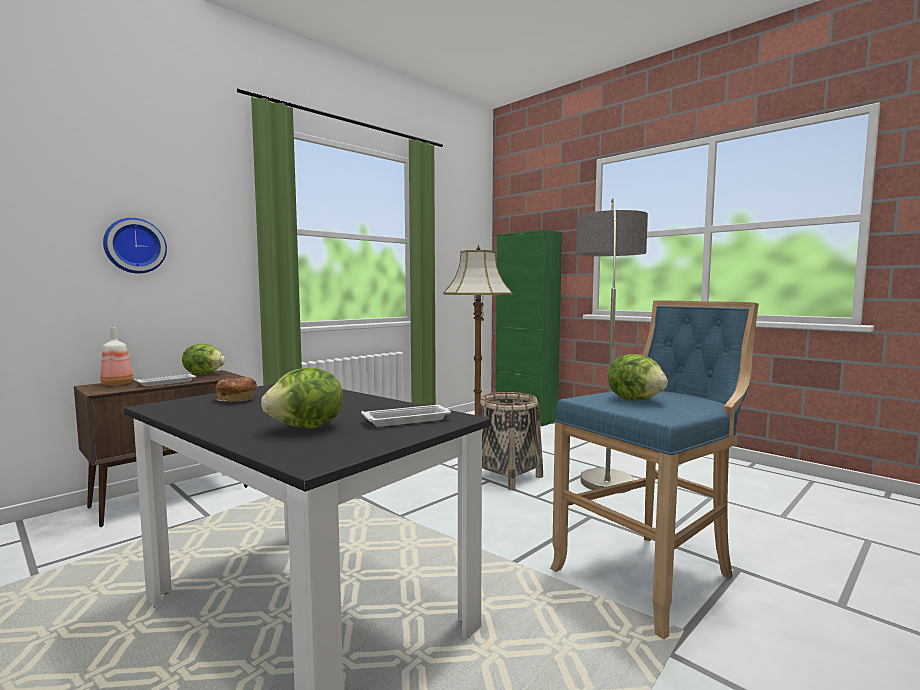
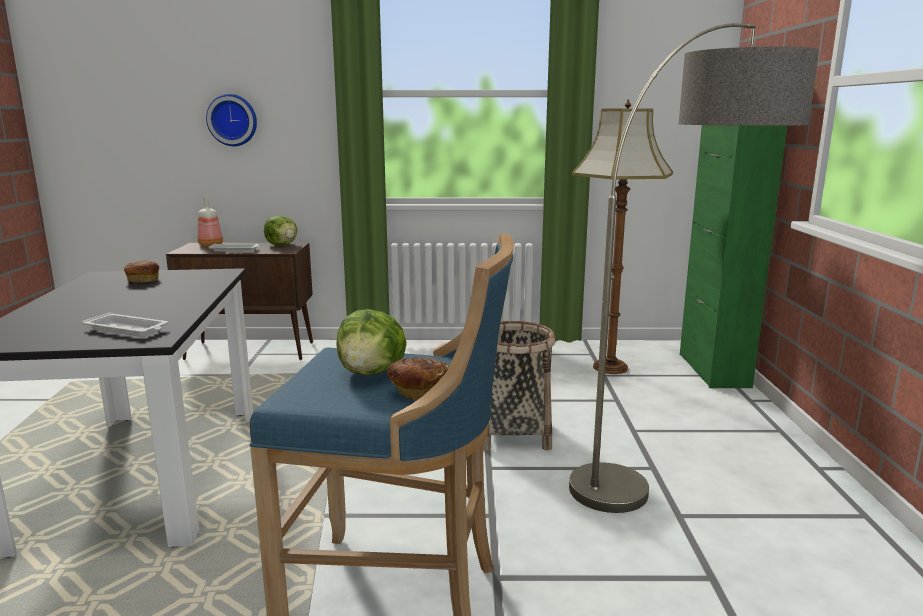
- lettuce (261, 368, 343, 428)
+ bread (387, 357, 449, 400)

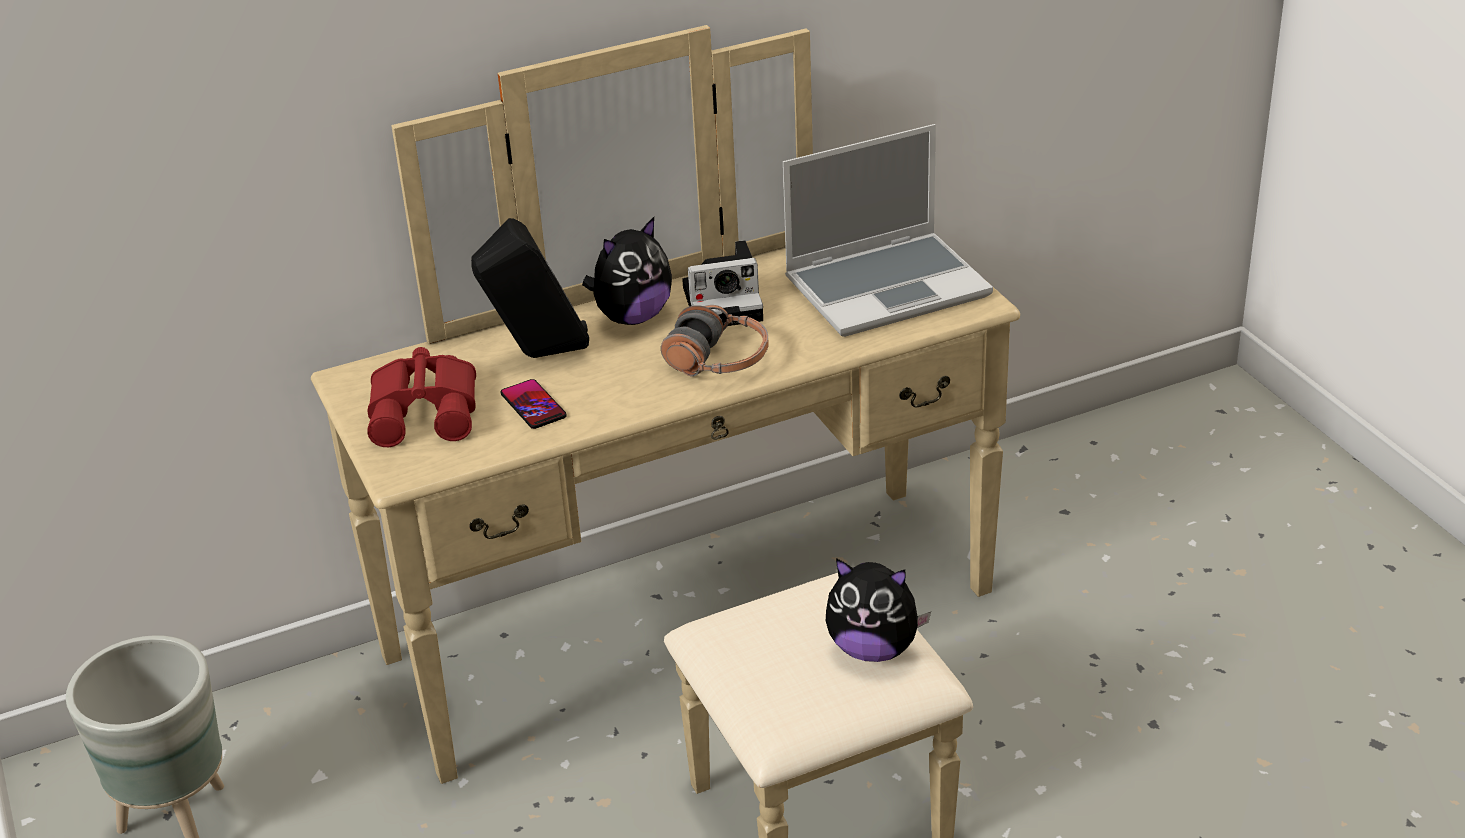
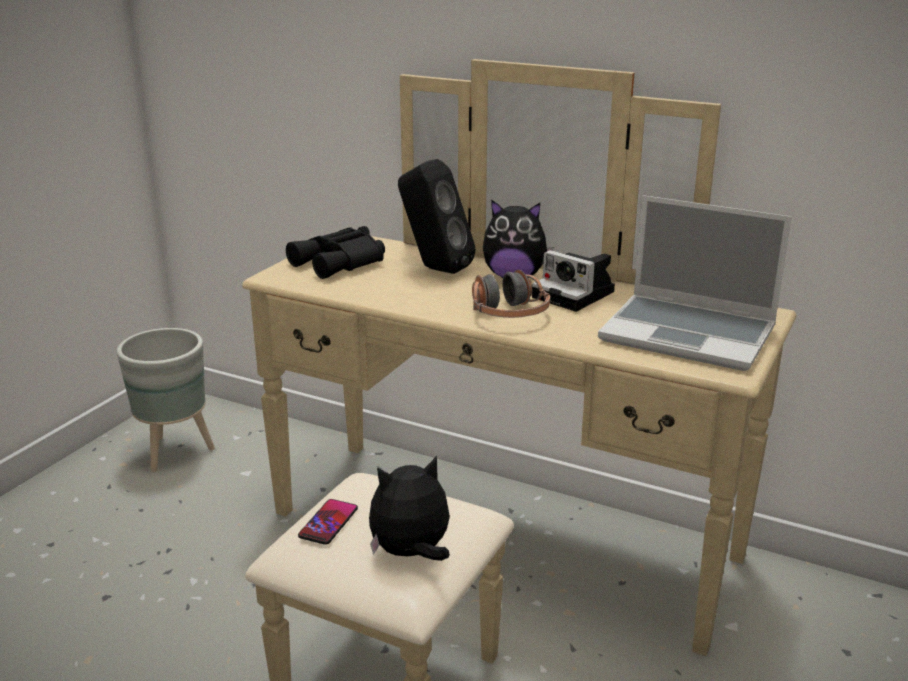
~ red binoculars (367, 347, 476, 447) to black binoculars (286, 226, 385, 279)
~ phone (501, 379, 567, 429) to (298, 499, 358, 545)
~ plush toy (826, 558, 931, 662) = (369, 456, 450, 561) 90 degrees clockwise

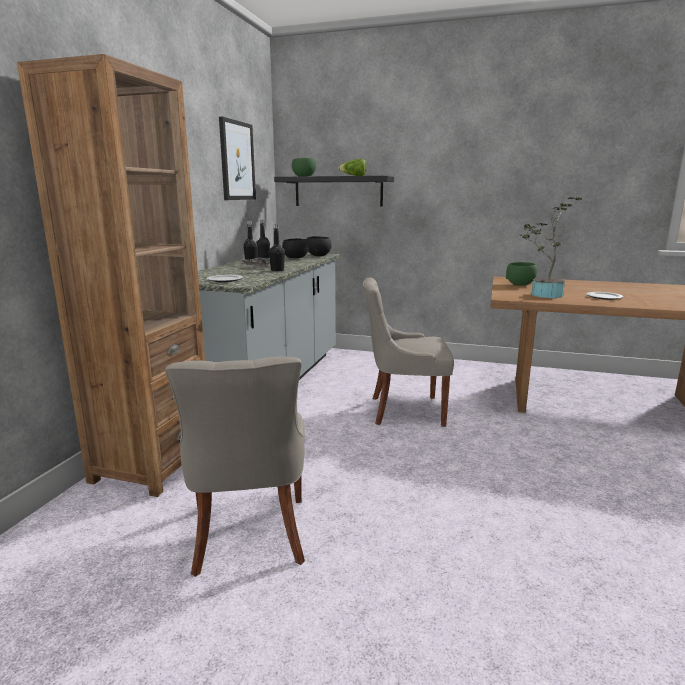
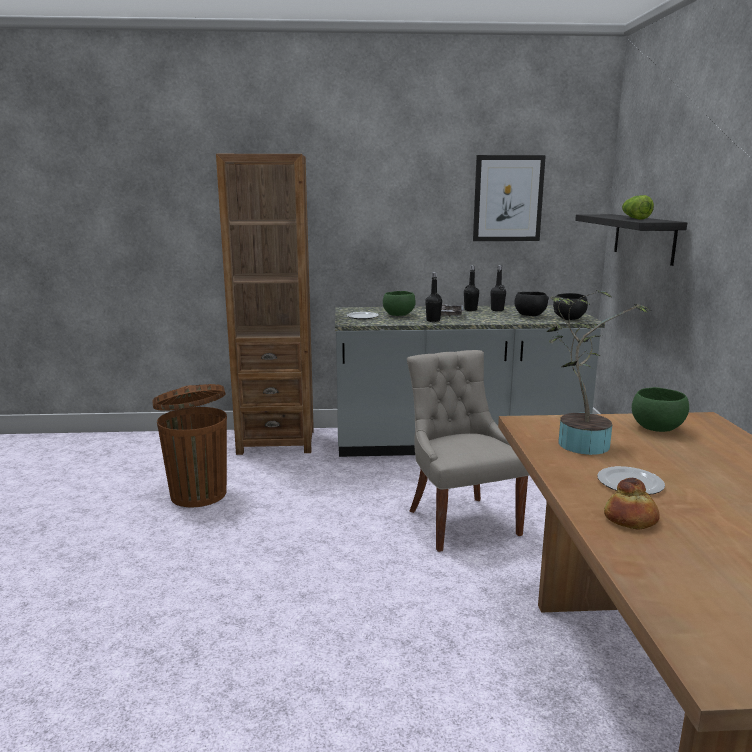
~ green bowl (292, 158, 316, 177) to (383, 291, 416, 316)
~ grey chair (165, 356, 305, 577) to brown trash can (152, 384, 227, 507)
+ bread (604, 478, 660, 530)

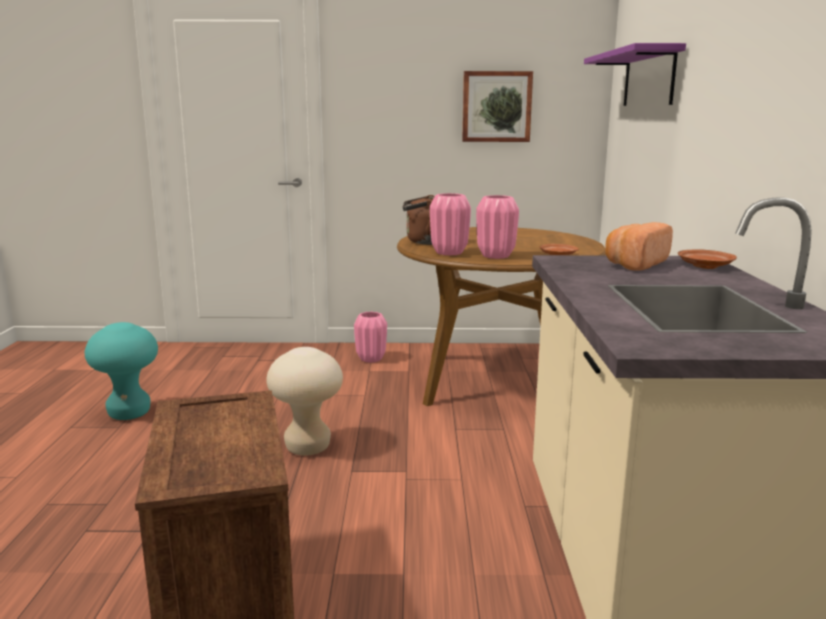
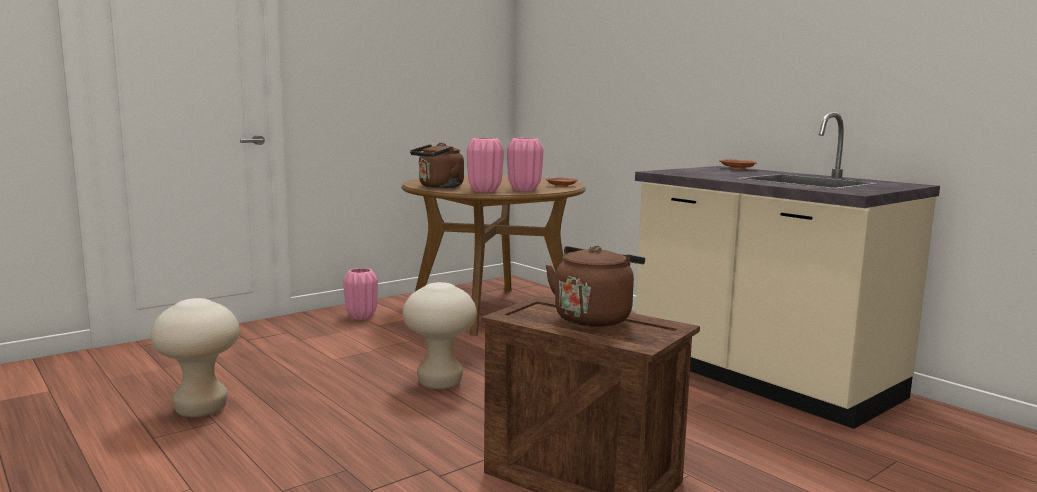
- purple shelf (584, 43, 686, 106)
- picture (462, 71, 533, 142)
- bread (605, 222, 673, 271)
~ turquoise stool (85, 322, 158, 420) to beige stool (150, 298, 240, 417)
+ brown kettle (546, 246, 645, 327)

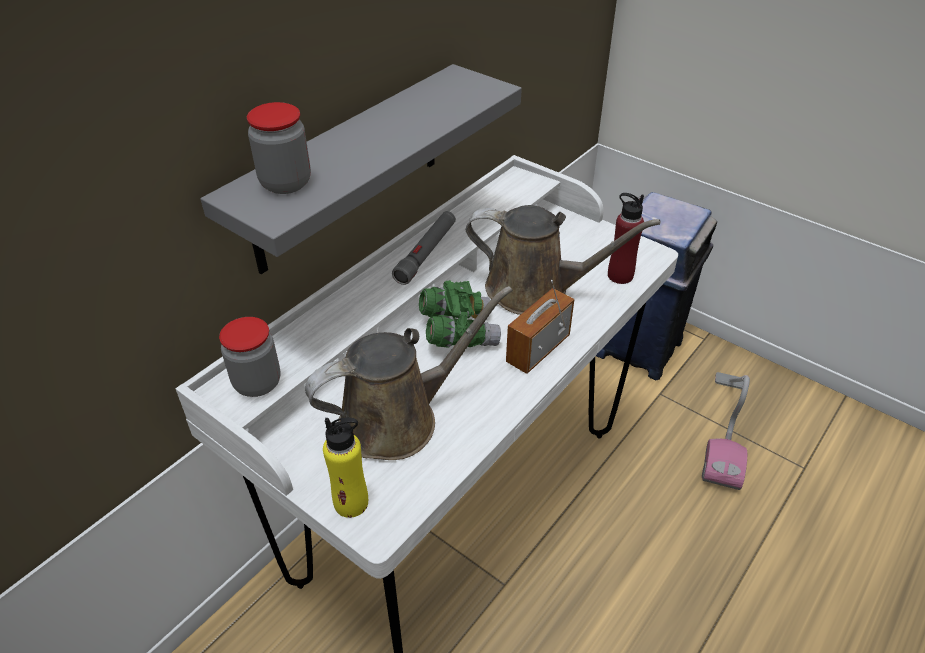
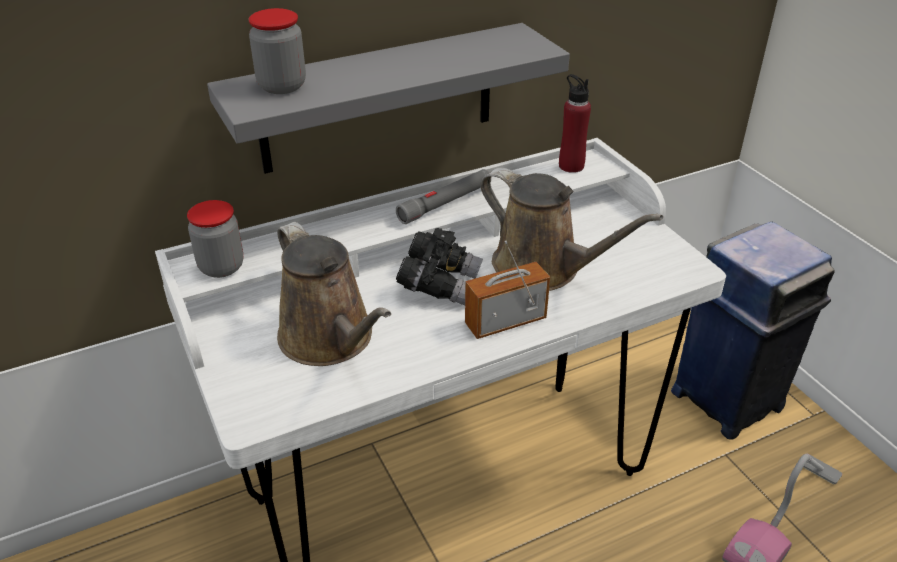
~ red bottle (608, 193, 644, 284) to (559, 74, 591, 173)
~ green binoculars (419, 281, 501, 348) to black binoculars (396, 228, 483, 306)
~ brown watering can (305, 286, 513, 460) = (277, 222, 391, 366) 60 degrees clockwise
- yellow bottle (323, 418, 368, 518)

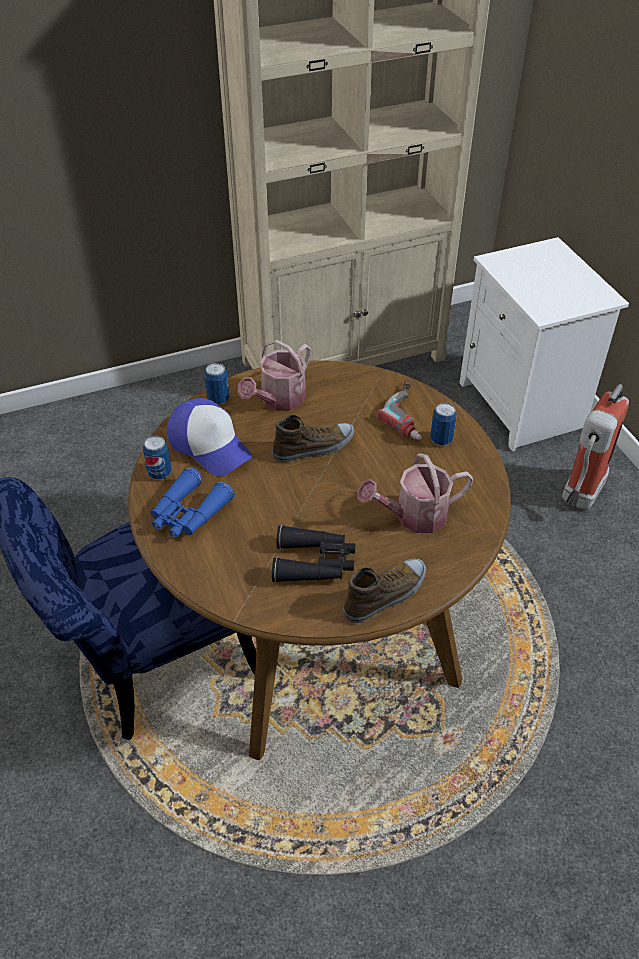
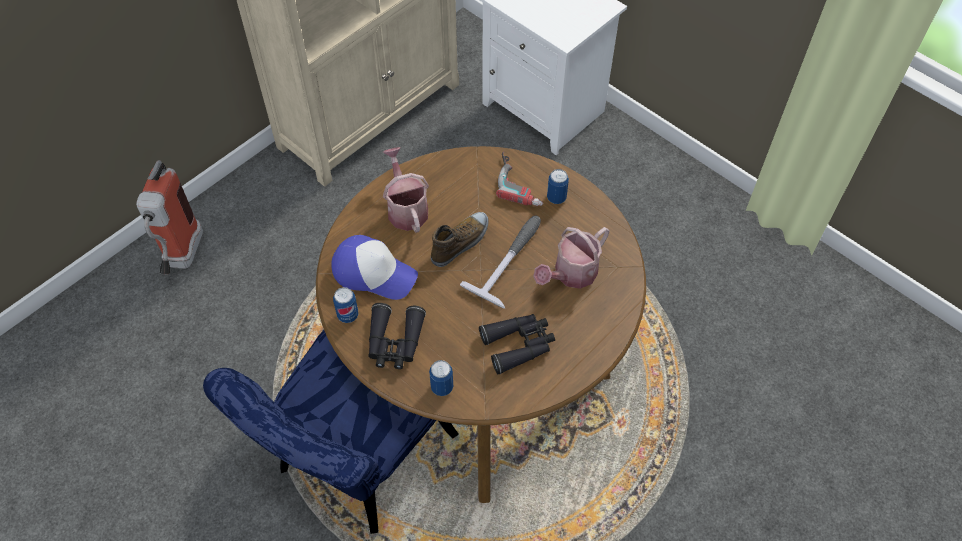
~ watering can (237, 340, 311, 411) = (383, 147, 429, 233) 150 degrees clockwise
~ can (205, 363, 229, 404) to (429, 360, 453, 396)
~ fire extinguisher (562, 384, 629, 510) to (136, 160, 203, 275)
~ blue binoculars (151, 467, 235, 538) to black binoculars (368, 303, 426, 369)
- shoe (343, 559, 426, 623)
+ hammer (460, 215, 541, 309)

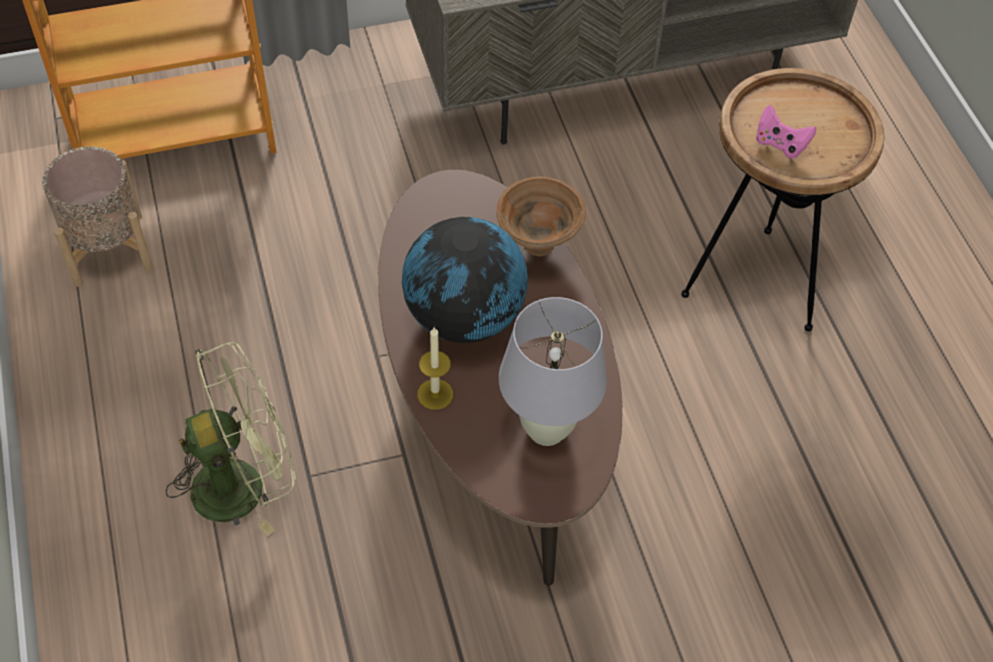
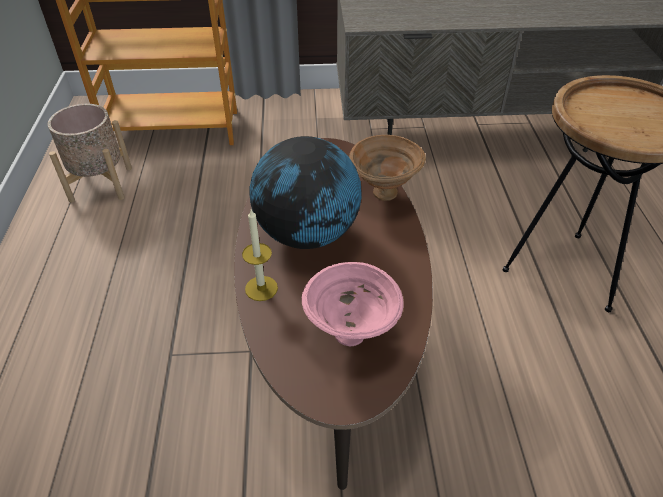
- pink game controller (756, 105, 816, 159)
~ white table lamp (499, 297, 607, 446) to pink bowl (302, 262, 404, 346)
- green fan (166, 342, 296, 536)

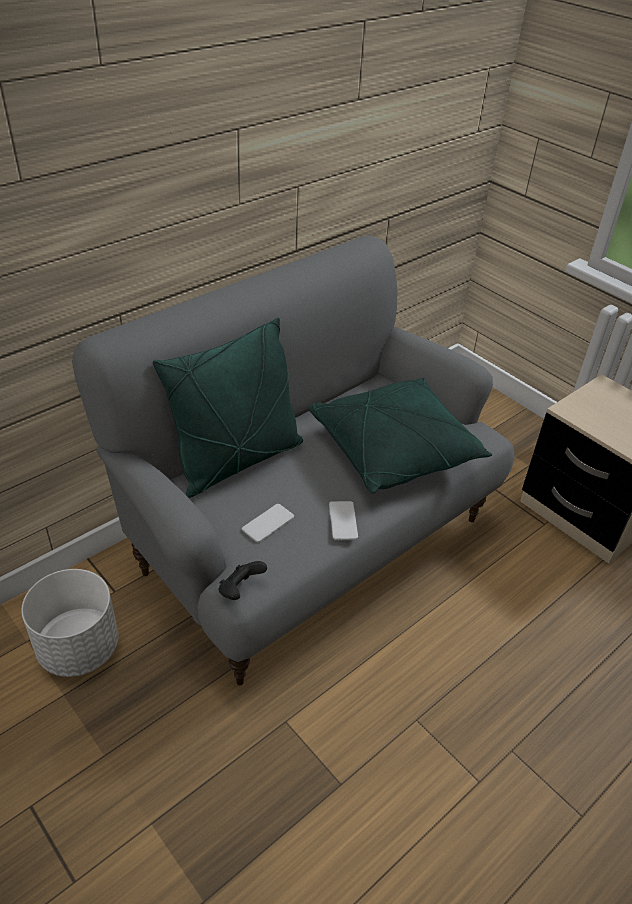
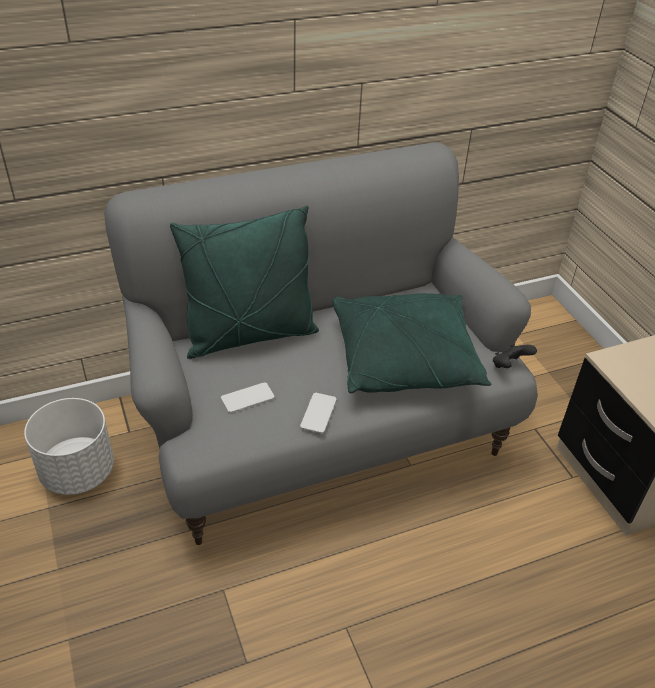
~ black game controller (219, 561, 267, 600) to (493, 344, 537, 368)

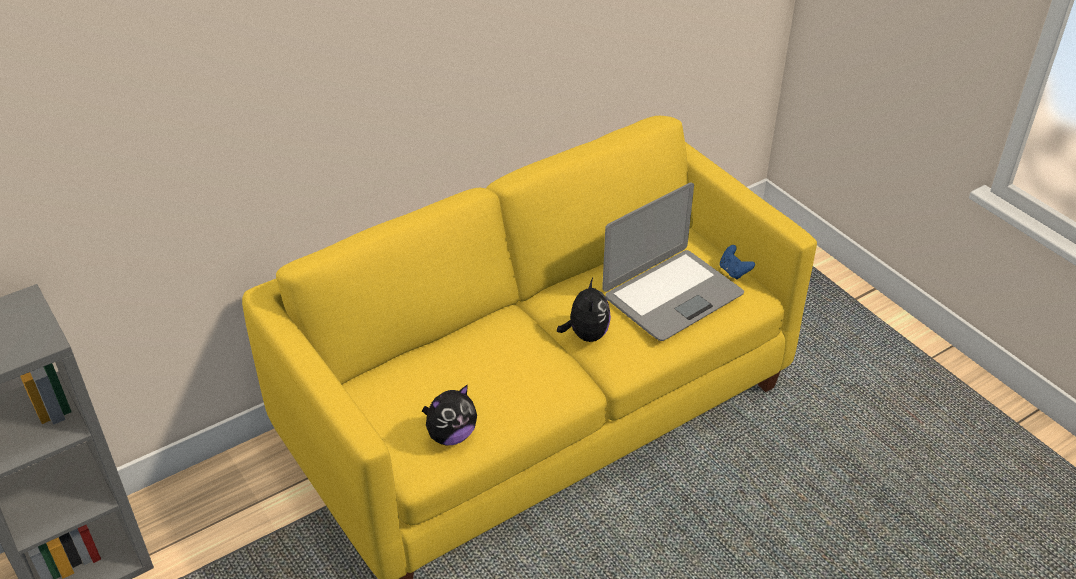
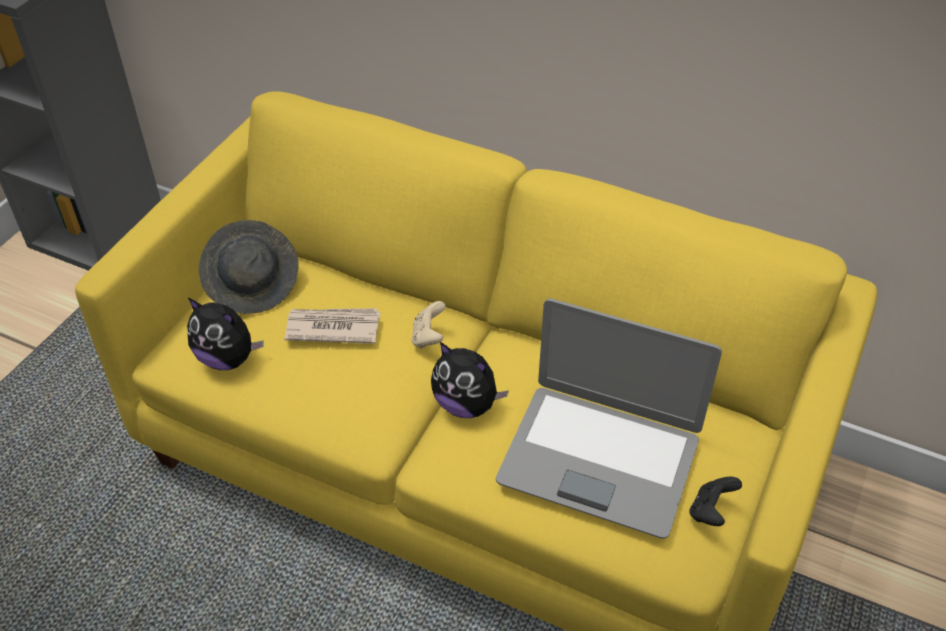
~ blue game controller (720, 245, 755, 280) to black game controller (689, 477, 742, 526)
~ plush toy (557, 278, 611, 342) = (431, 342, 509, 418) 60 degrees clockwise
+ grey hat (199, 220, 299, 314)
+ beige game controller (412, 301, 446, 349)
+ newspaper (284, 308, 380, 344)

